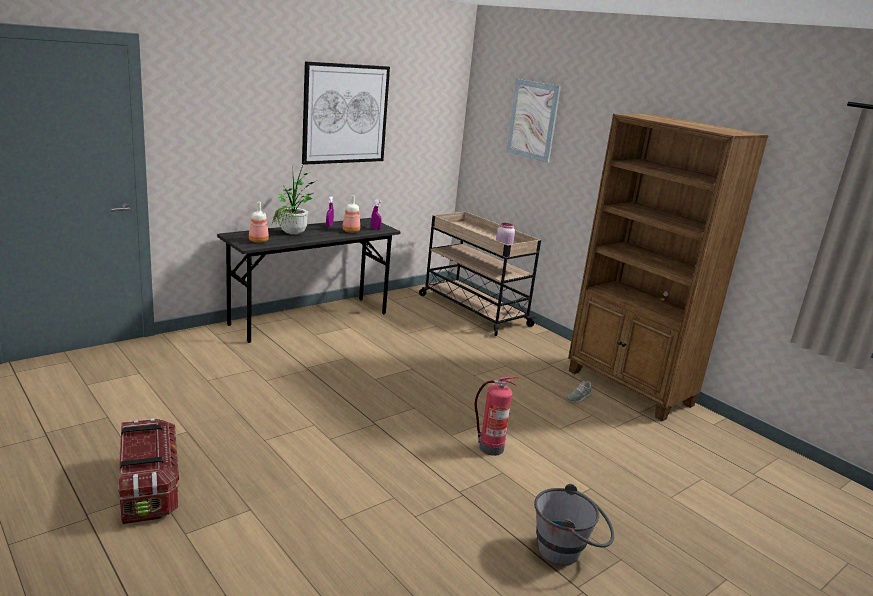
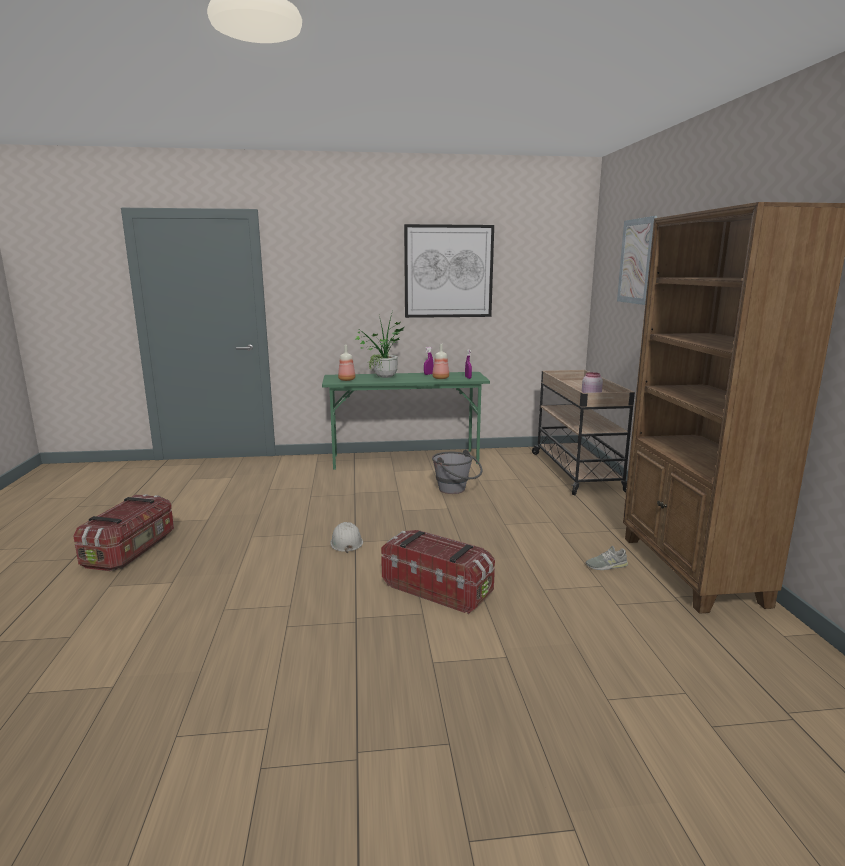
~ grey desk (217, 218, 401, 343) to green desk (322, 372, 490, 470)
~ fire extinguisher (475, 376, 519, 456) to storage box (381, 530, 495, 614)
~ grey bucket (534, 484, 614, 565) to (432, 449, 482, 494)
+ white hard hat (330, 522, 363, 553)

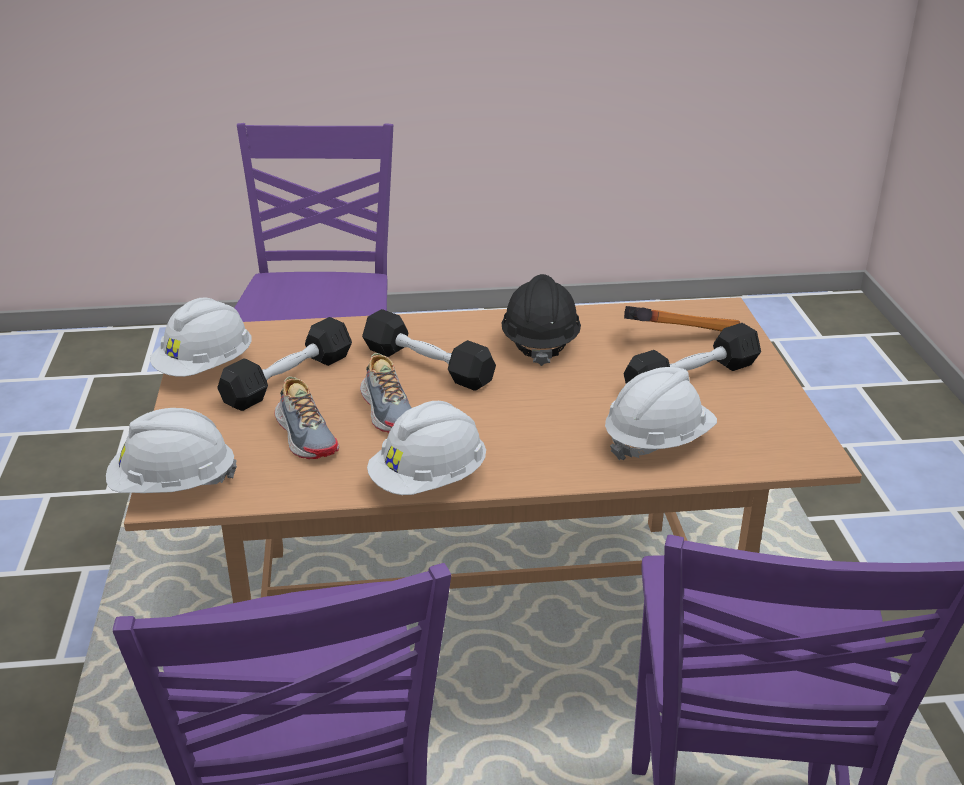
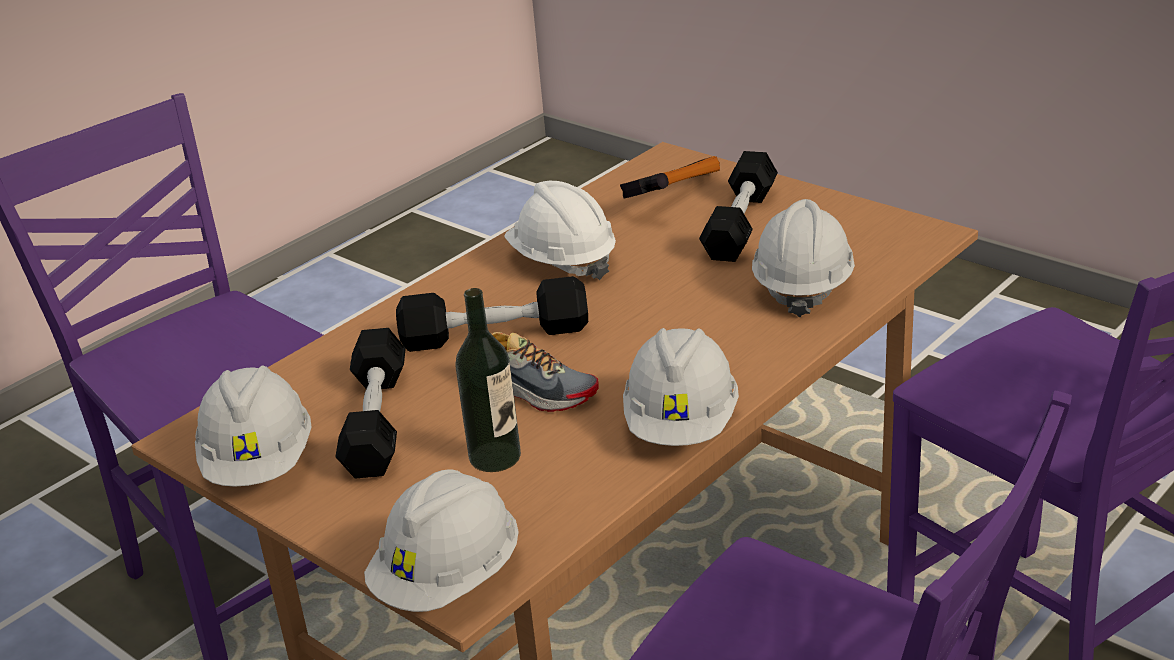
~ black hard hat (501, 274, 581, 366) to white hard hat (504, 181, 616, 280)
~ shoe (275, 377, 339, 459) to bottle (455, 288, 521, 472)

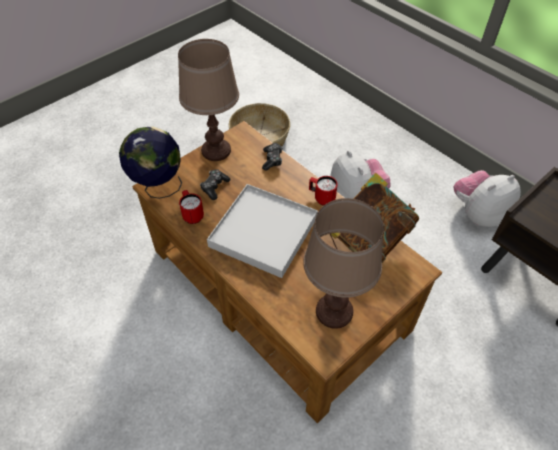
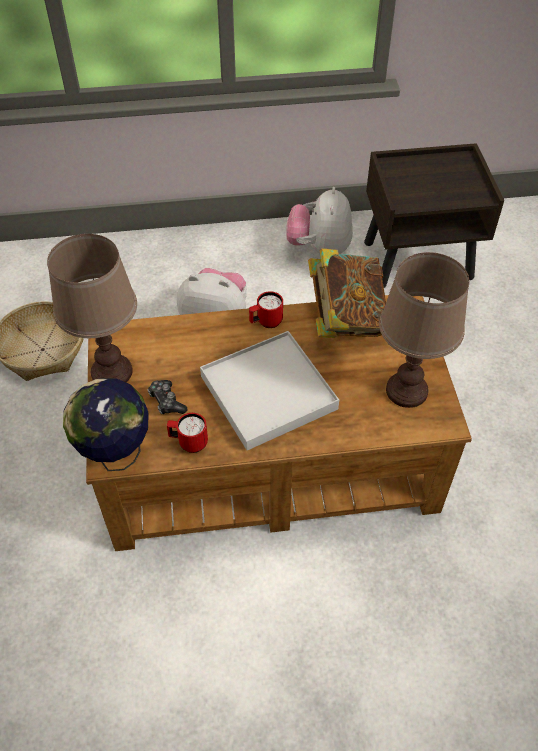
- game controller (262, 143, 283, 171)

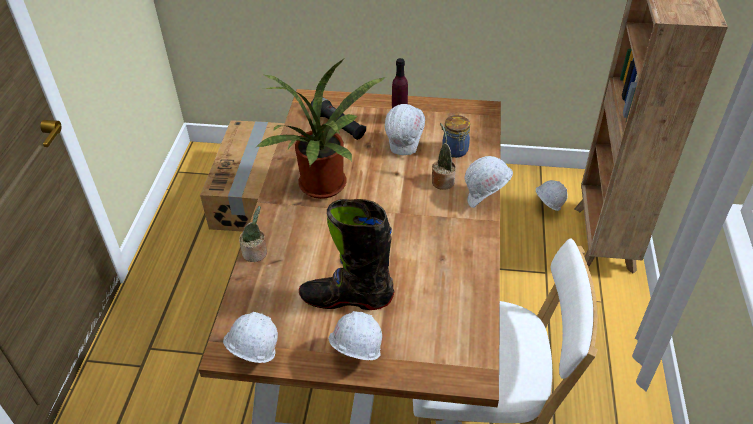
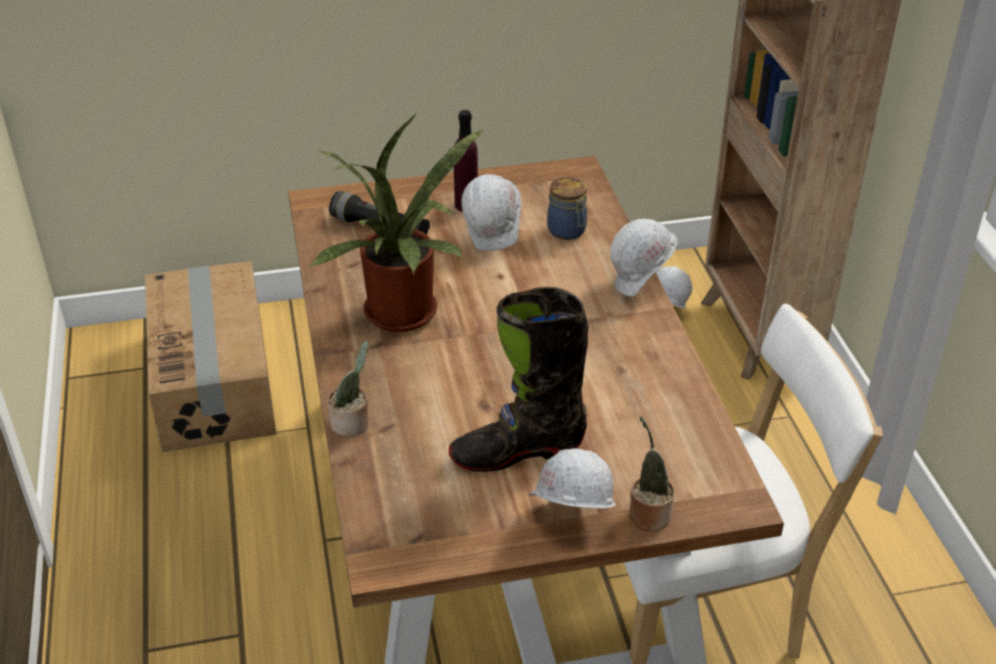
~ potted plant (432, 123, 456, 190) to (630, 416, 674, 531)
- white hard hat (223, 312, 278, 363)

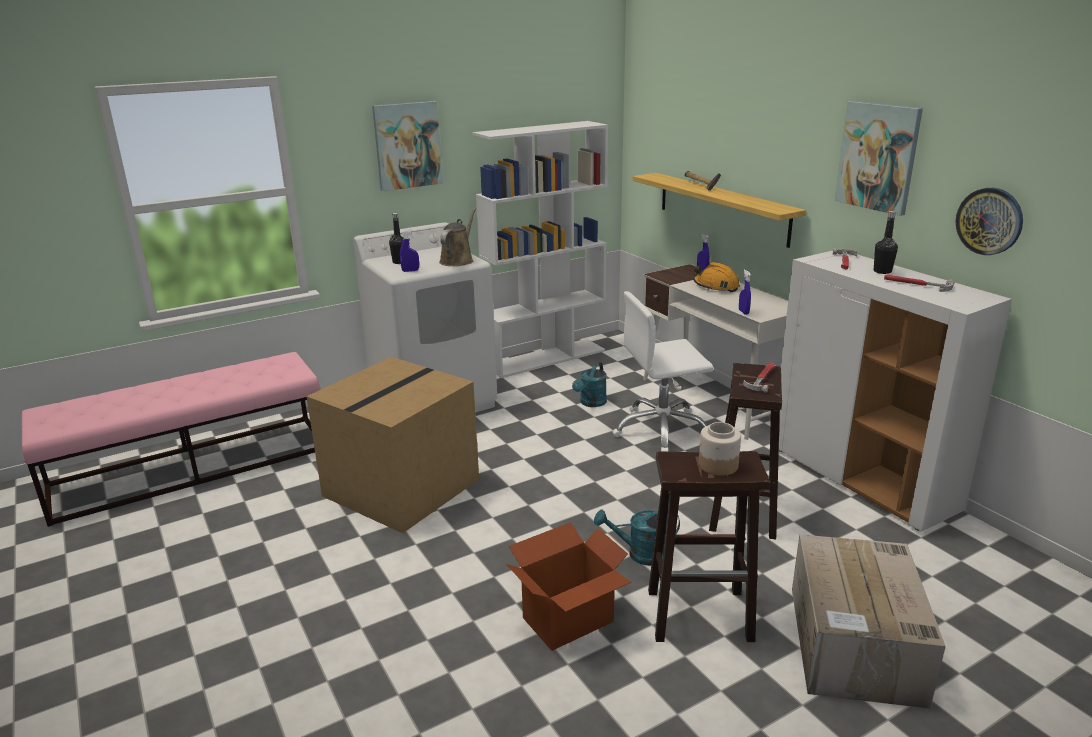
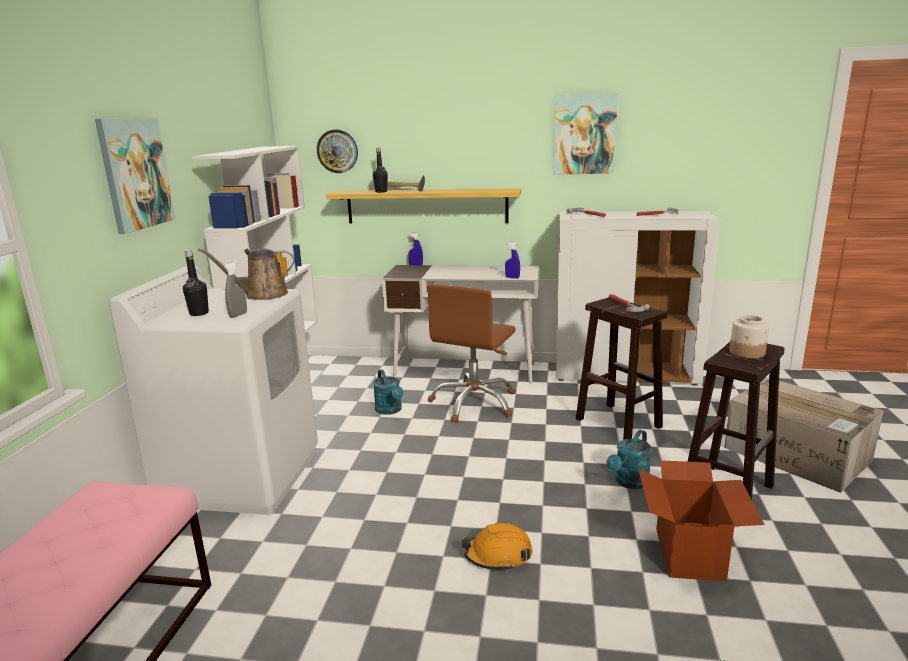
~ wall clock (955, 188, 1023, 255) to (317, 129, 358, 173)
~ brown watering can (439, 208, 477, 266) = (198, 248, 295, 300) 75 degrees counterclockwise
~ black bottle (874, 211, 898, 274) to (373, 148, 388, 193)
~ blue spray bottle (400, 230, 419, 272) to grey spray bottle (224, 262, 247, 318)
~ orange hard hat (693, 262, 740, 292) to (461, 522, 532, 571)
~ white office chair (613, 291, 714, 452) to brown office chair (427, 284, 516, 423)
- cardboard box (306, 357, 479, 533)

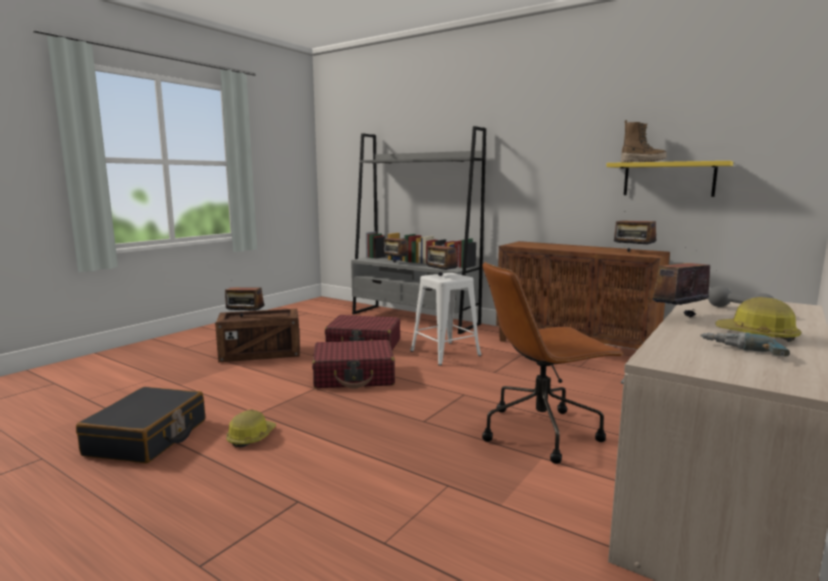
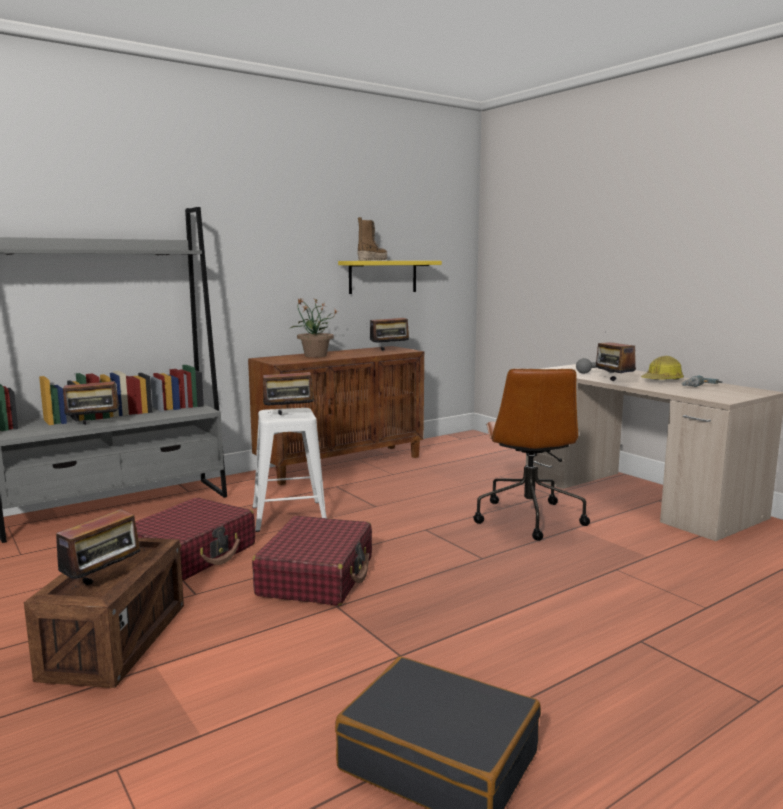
- hard hat (226, 410, 276, 447)
+ potted plant (290, 297, 338, 357)

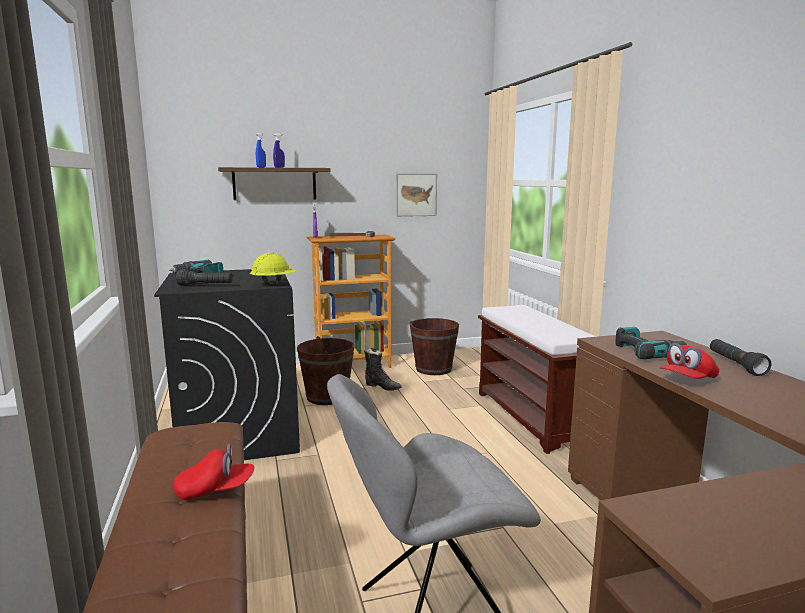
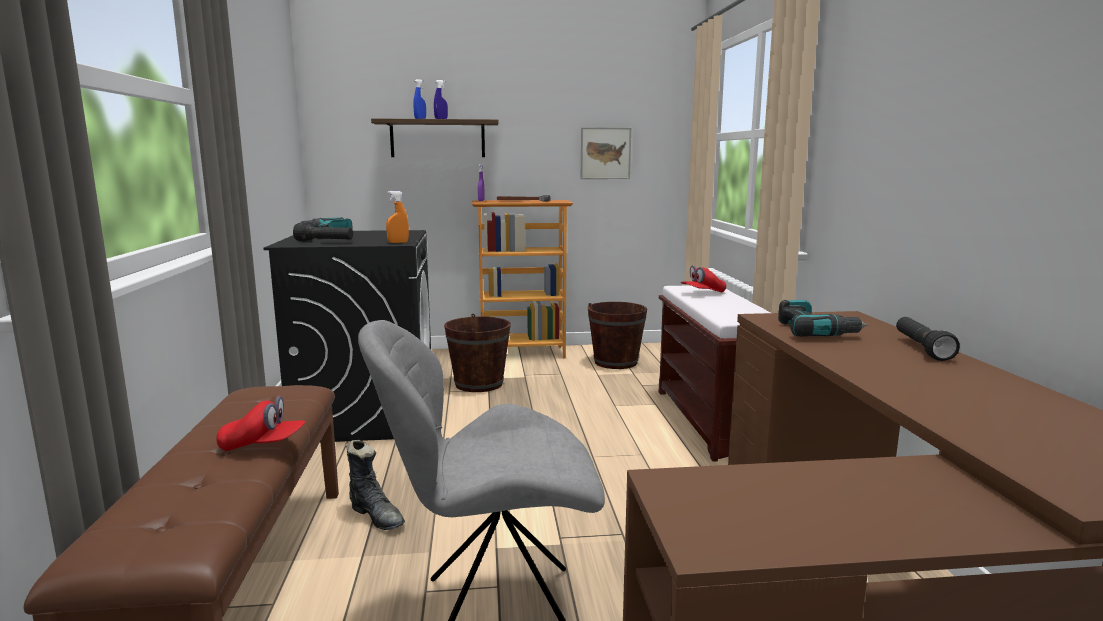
~ yellow hard hat (250, 253, 297, 285) to orange spray bottle (386, 191, 409, 243)
~ red cap (659, 343, 719, 379) to (681, 265, 726, 293)
~ black boot (364, 348, 402, 391) to (345, 440, 405, 530)

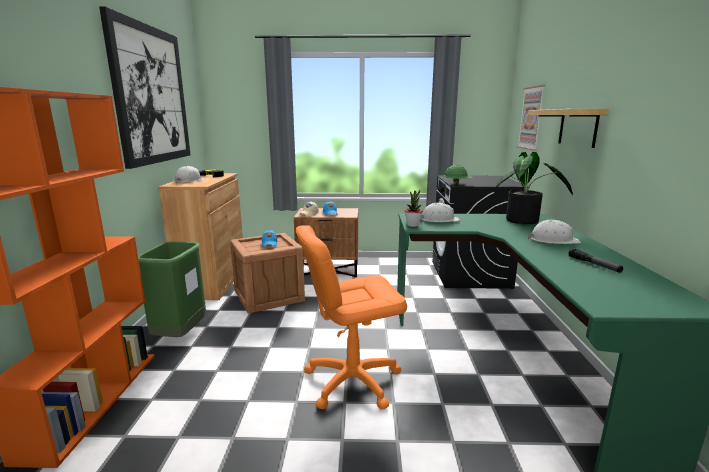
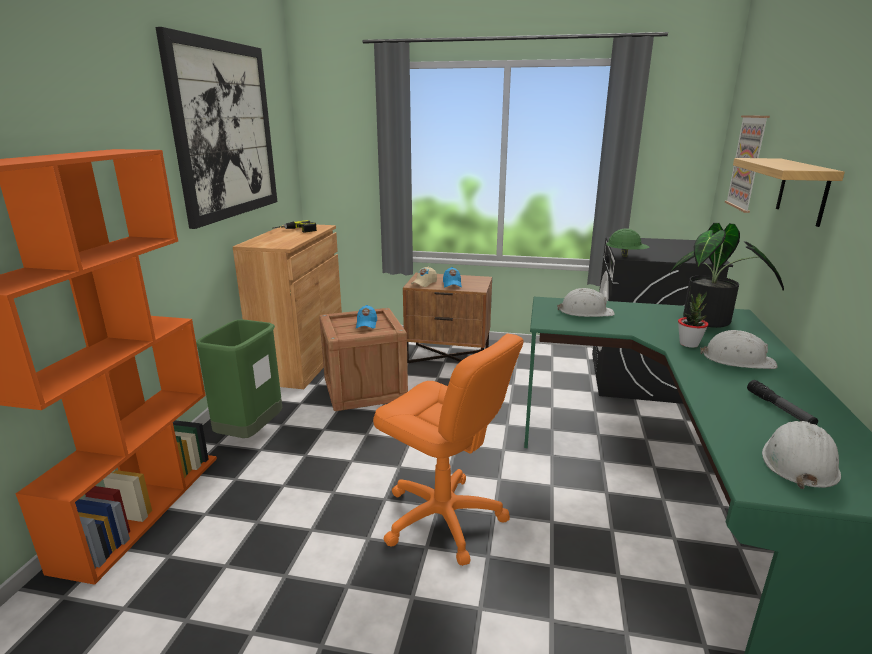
~ white hard hat (174, 166, 205, 183) to (762, 421, 841, 489)
~ potted plant (404, 190, 423, 227) to (678, 291, 708, 348)
~ orange office chair (296, 225, 407, 410) = (373, 333, 524, 566) 135 degrees counterclockwise

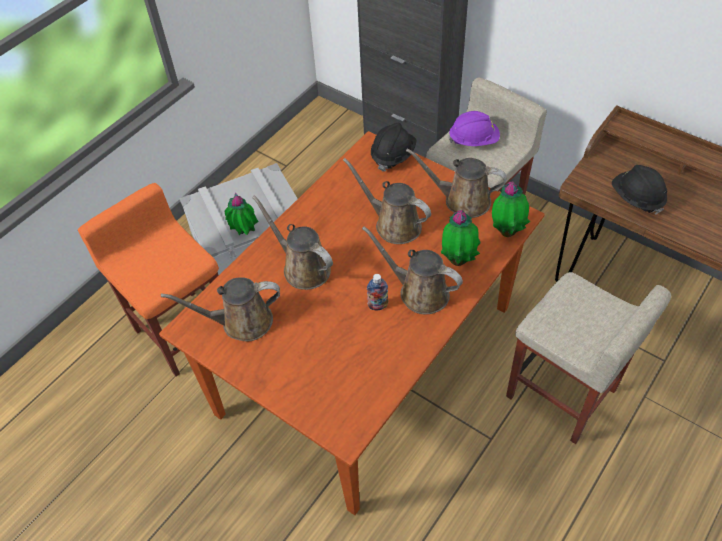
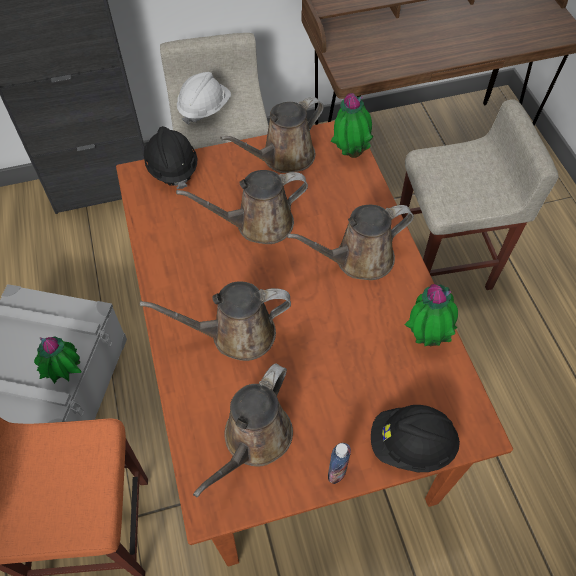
~ purple hard hat (448, 111, 500, 146) to white hard hat (177, 72, 231, 125)
~ black hard hat (612, 165, 667, 214) to (371, 405, 460, 472)
~ potted plant (441, 210, 481, 266) to (405, 284, 458, 346)
~ bottle (367, 274, 388, 310) to (328, 443, 351, 484)

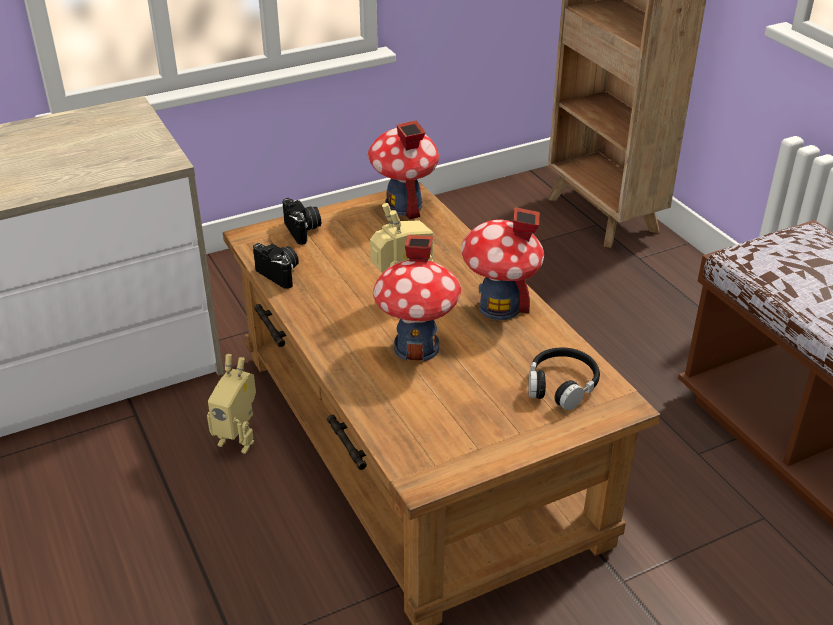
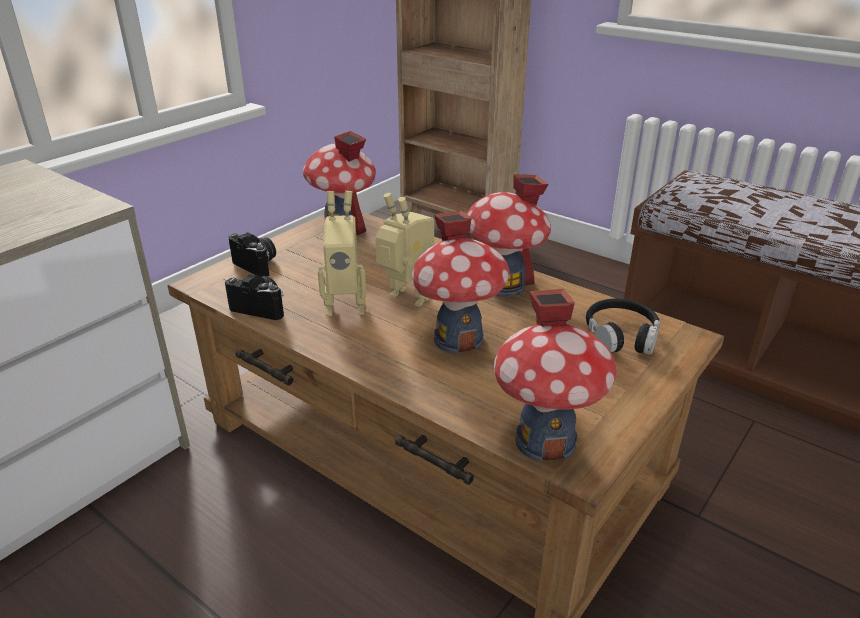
~ toy robot (207, 354, 256, 454) to (318, 191, 366, 316)
+ toy house (494, 289, 617, 462)

